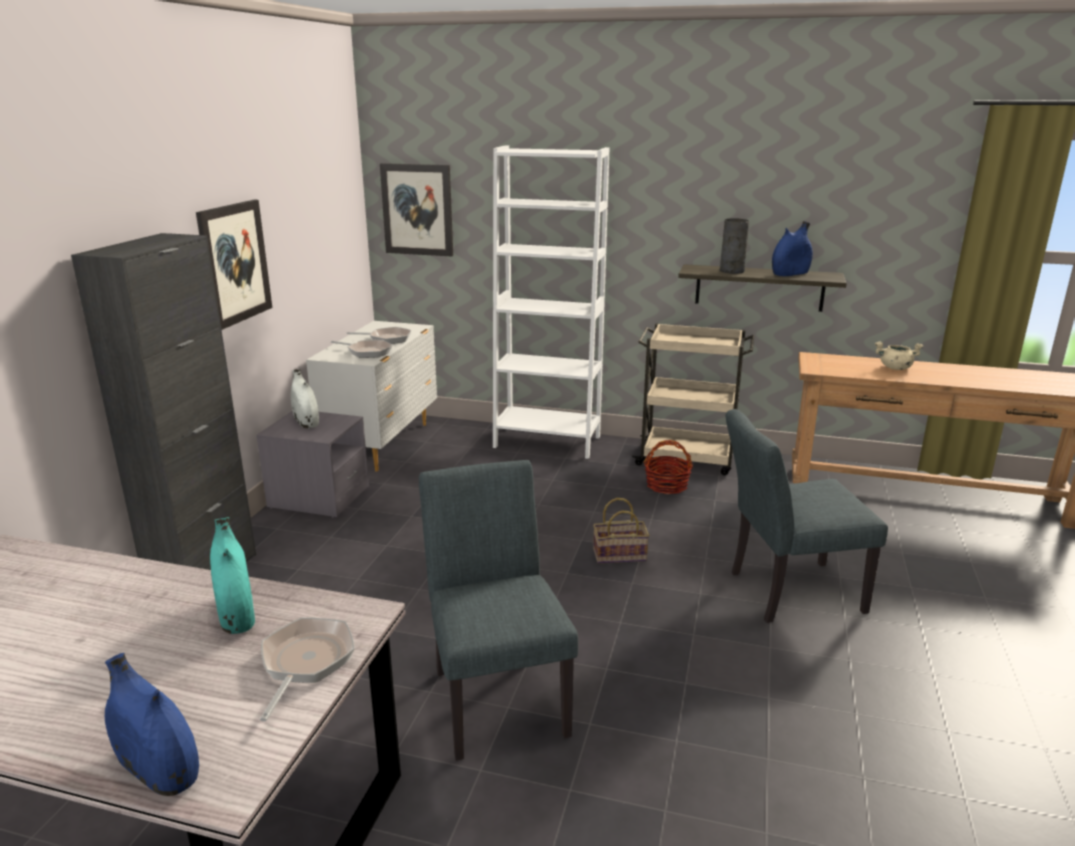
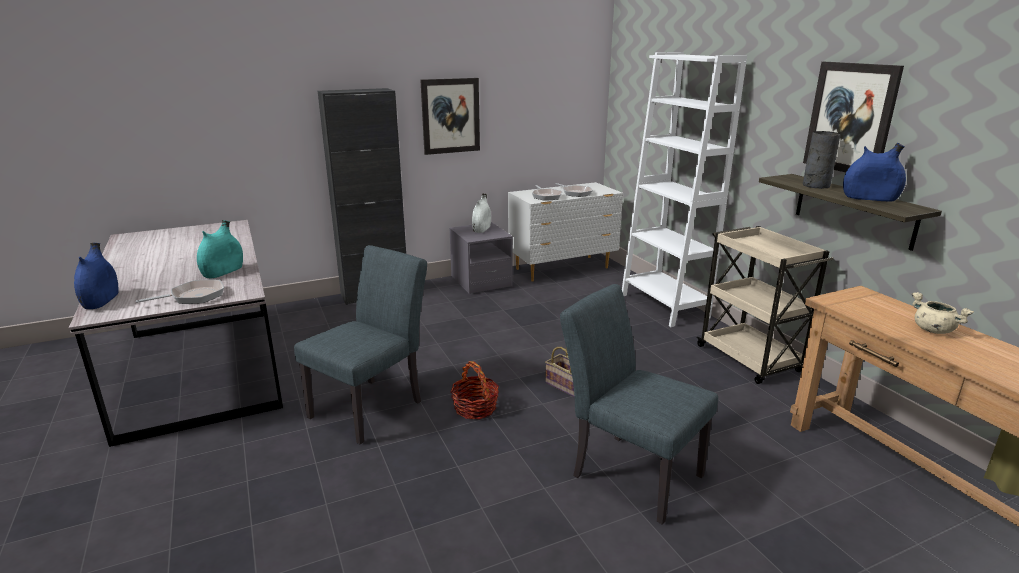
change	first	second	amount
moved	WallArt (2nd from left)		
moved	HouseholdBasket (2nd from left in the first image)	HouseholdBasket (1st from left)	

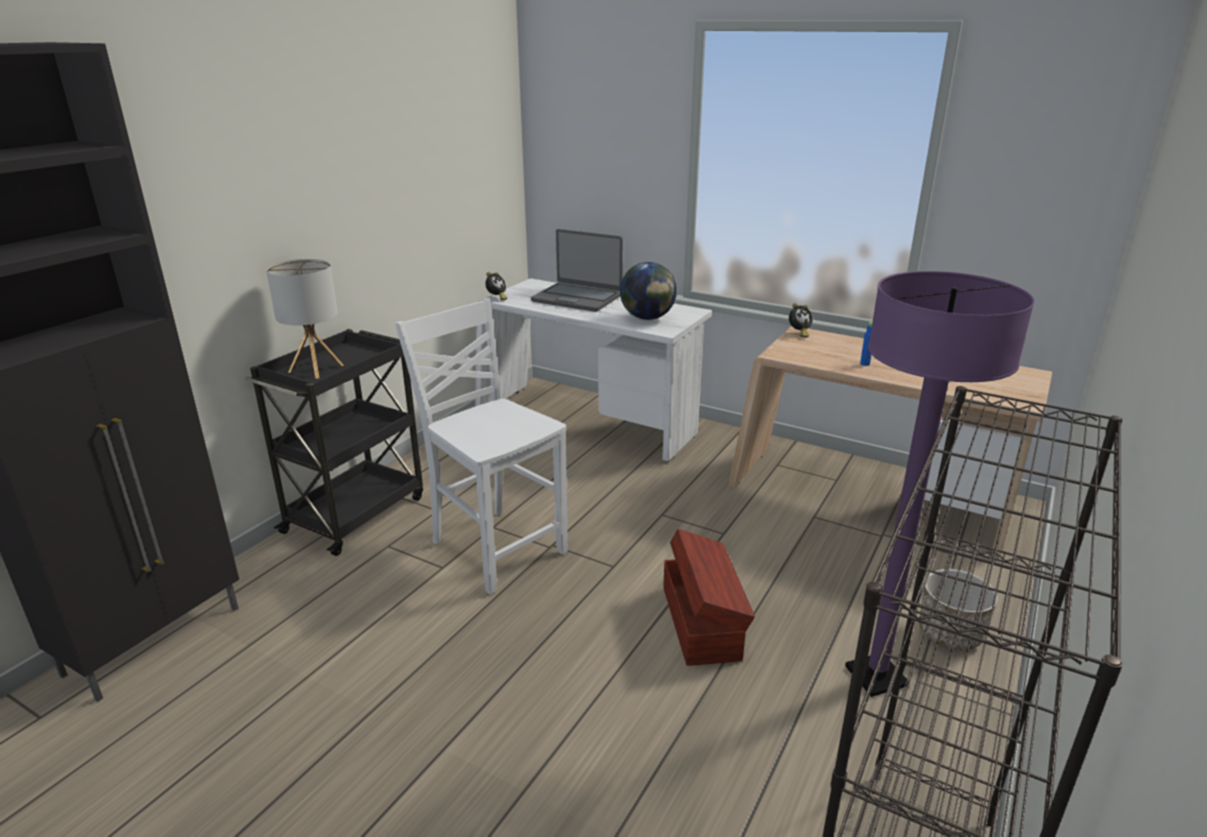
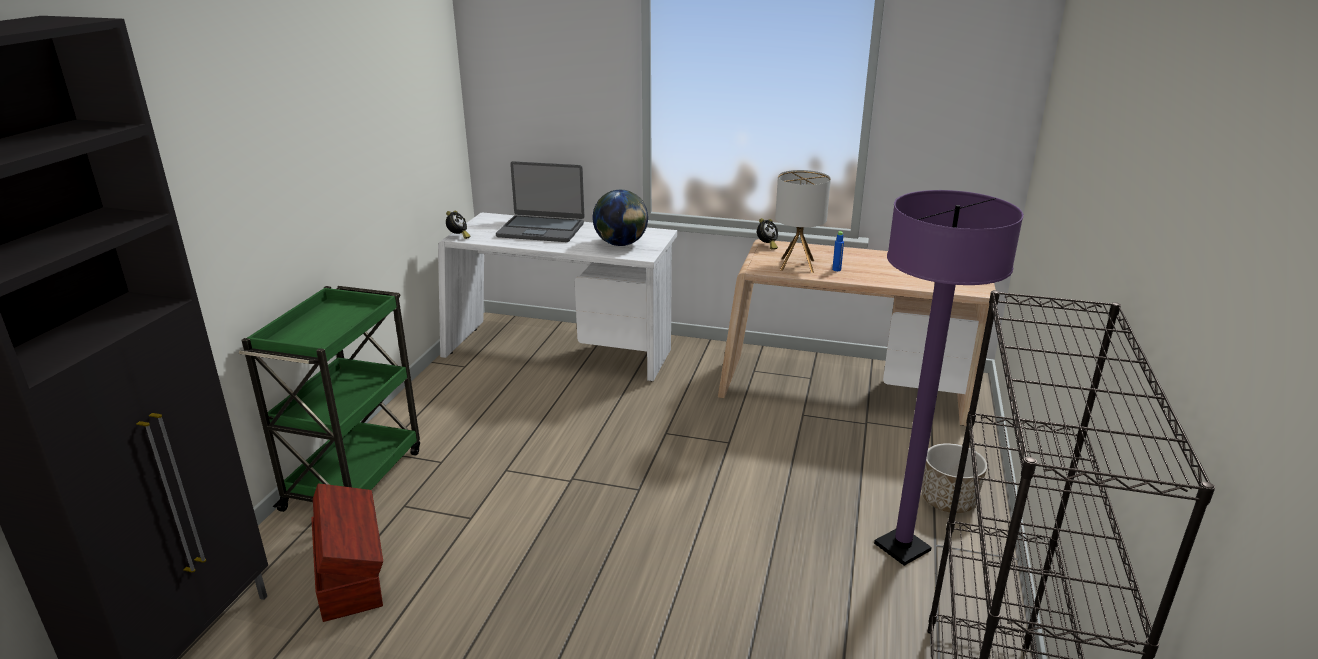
change	first	second	amount
moved	TabletopLamp		
removed	WhitishChair		
recoloured	BlackColouredWheeledCart	GreenWheeledCart	
moved	BrownStorageBin		

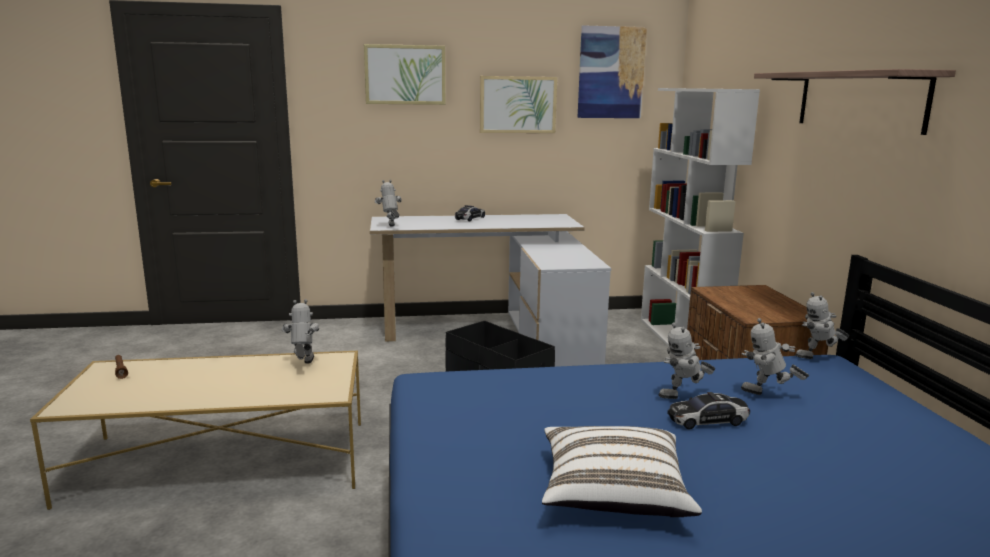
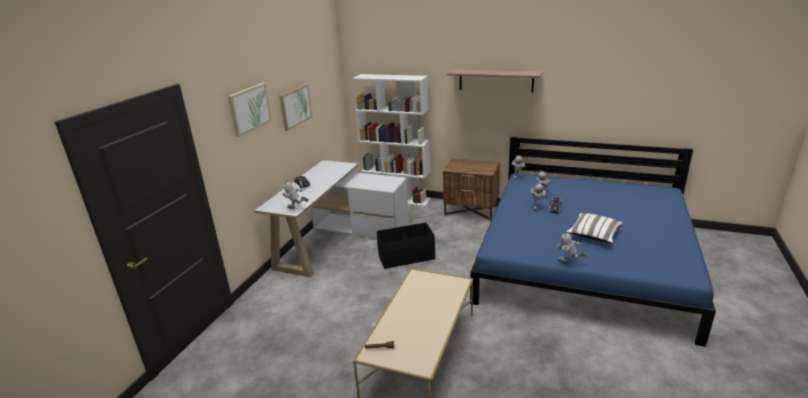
change	first	second	amount
removed	WallArt (3rd from left)		
moved	ToyRobot (1st from left in the first image)	ToyRobot (5th from left)	

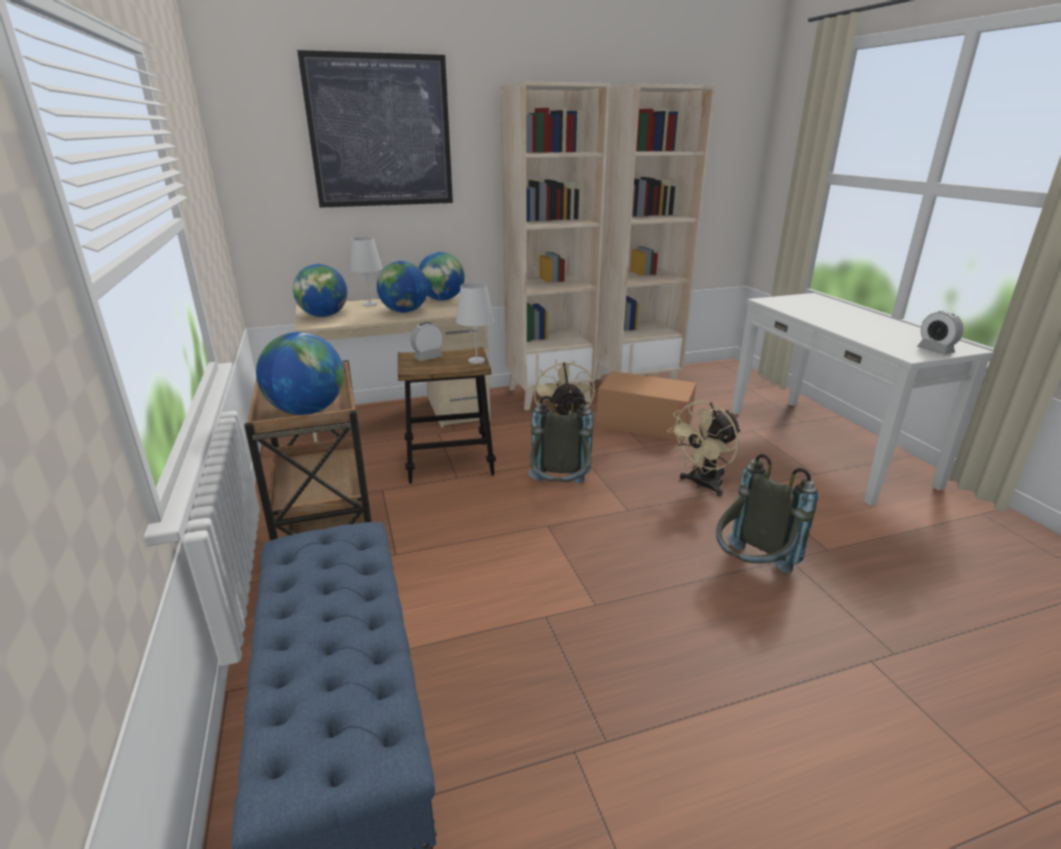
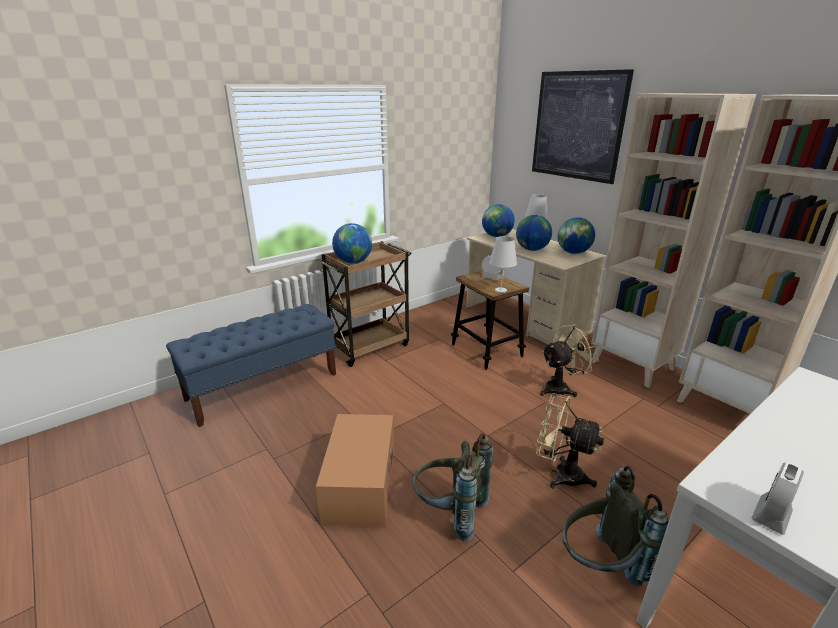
change	first	second	amount
moved	Carton		
moved	GreyishRucksack (1st from left in the first image)	GreyishRucksack (2nd from left)	

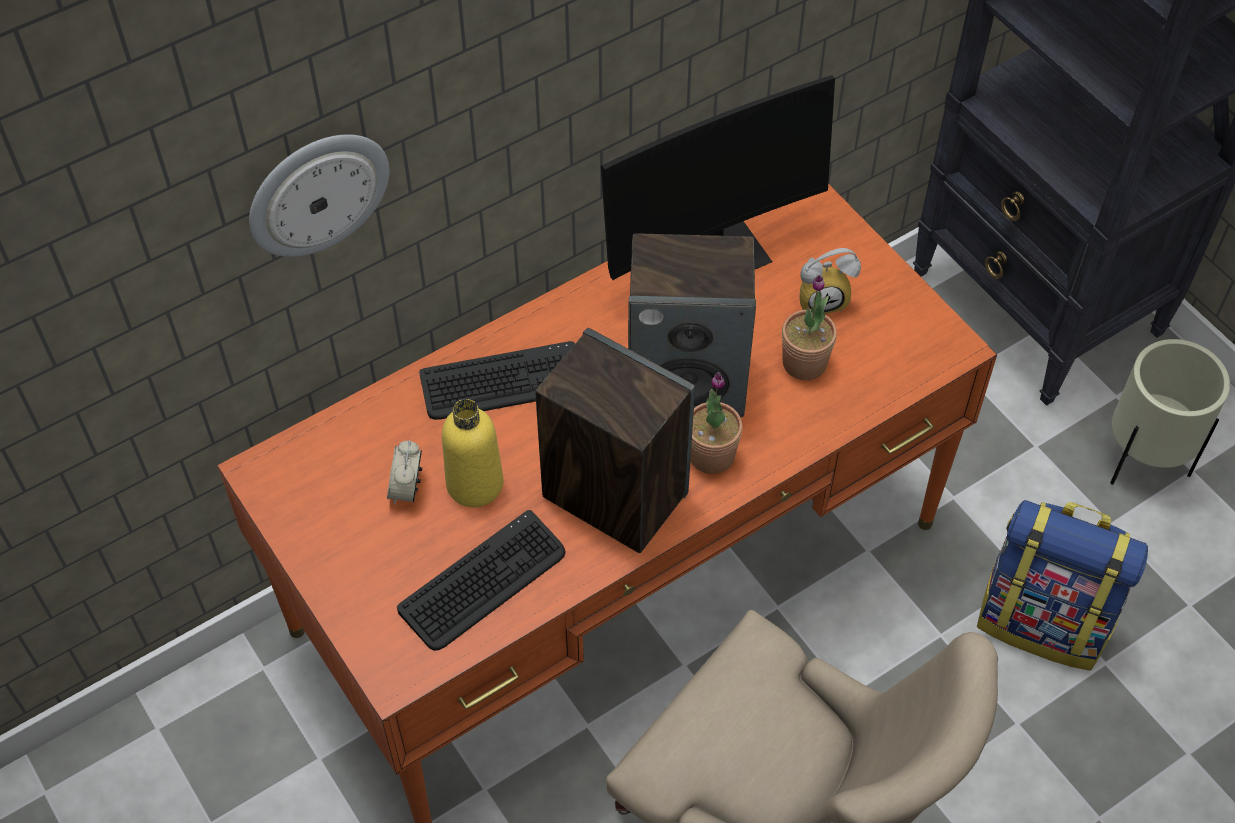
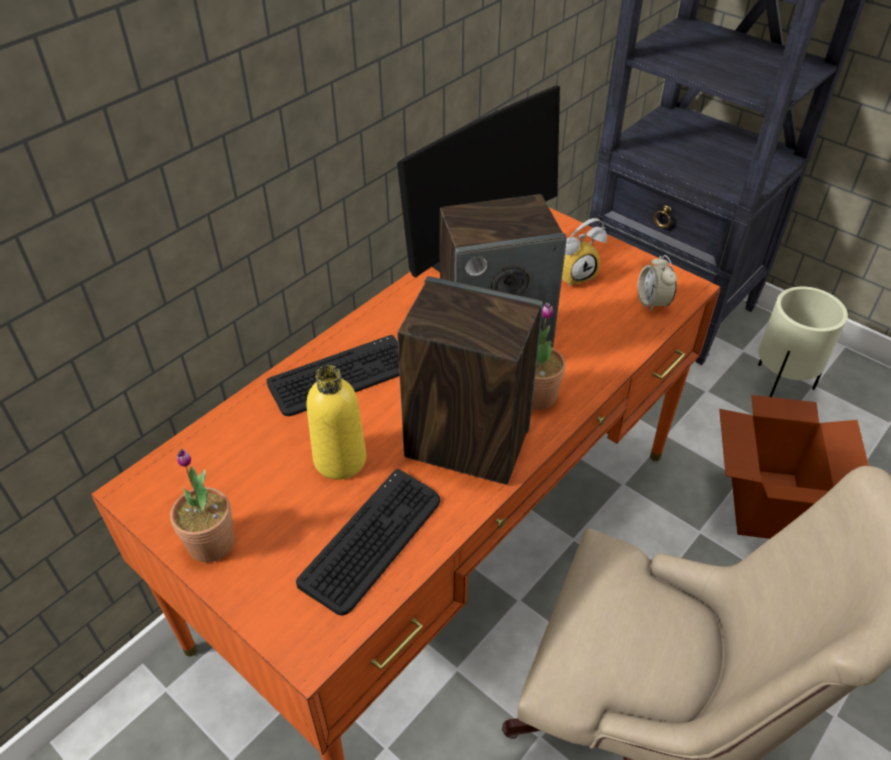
change	first	second	amount
removed	ClockOnTheWall		
moved	Houseplant (2nd from left in the first image)	Houseplant (1st from left)	
moved	TableClock (1st from left in the first image)	TableClock (2nd from left)	
replaced	Rucksack	Carton	

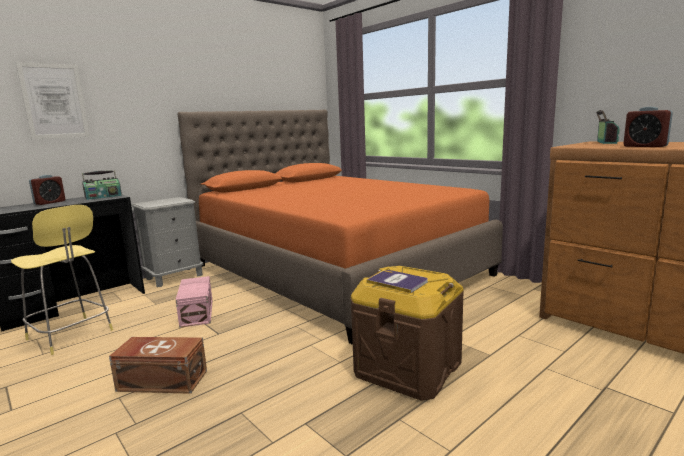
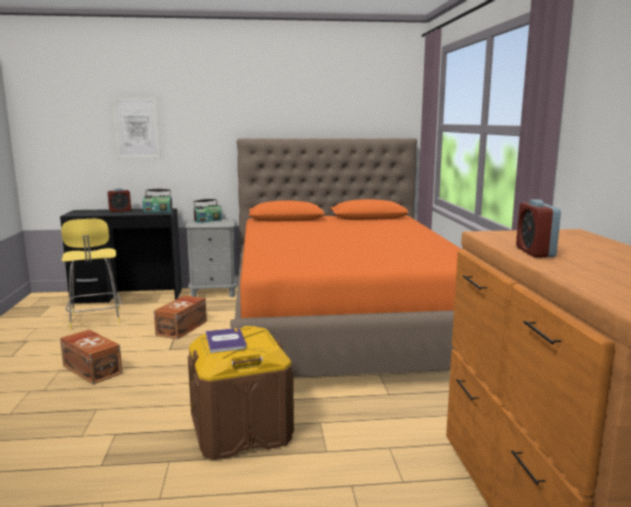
change	first	second	amount
moved	RadioReceiver (2nd from left)		
recoloured	PinkishStorageBin	BrownStorageBin (2nd from left)	

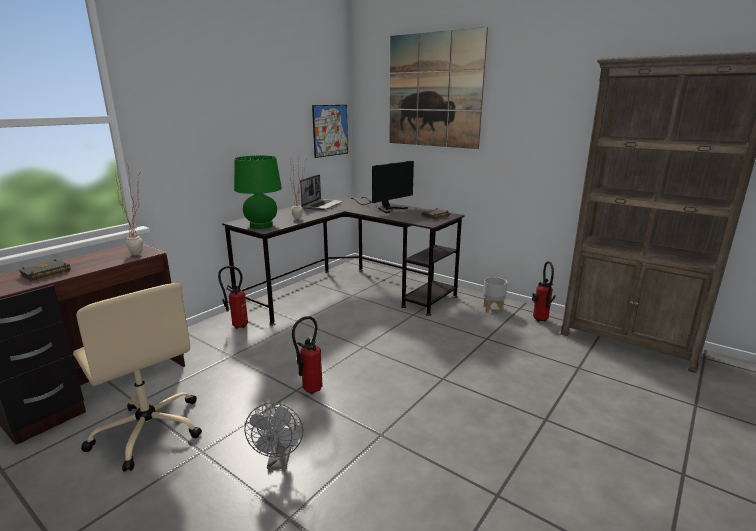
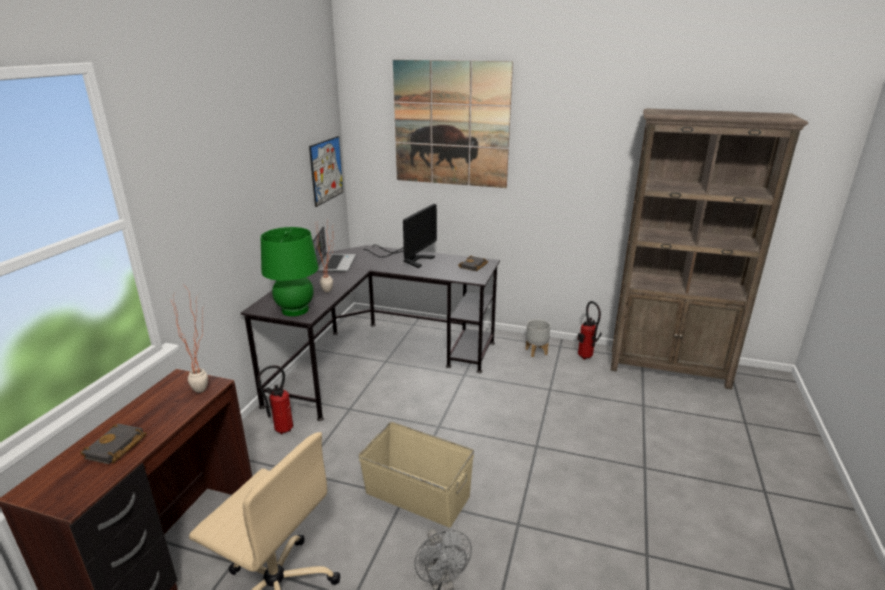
change	first	second	amount
replaced	FireExtinguisher (2nd from left)	BeigeColouredStorageBin	

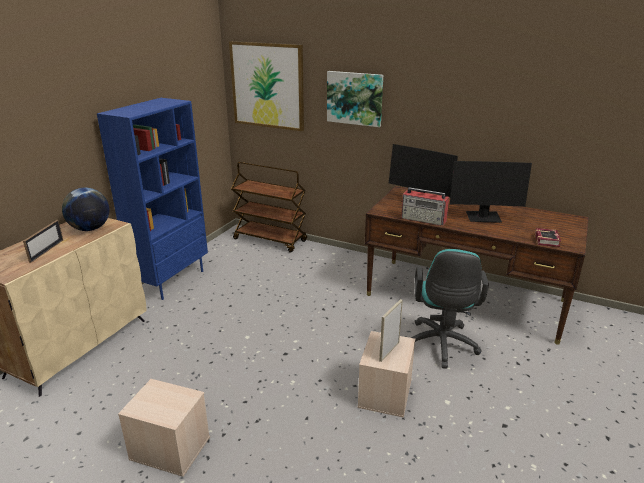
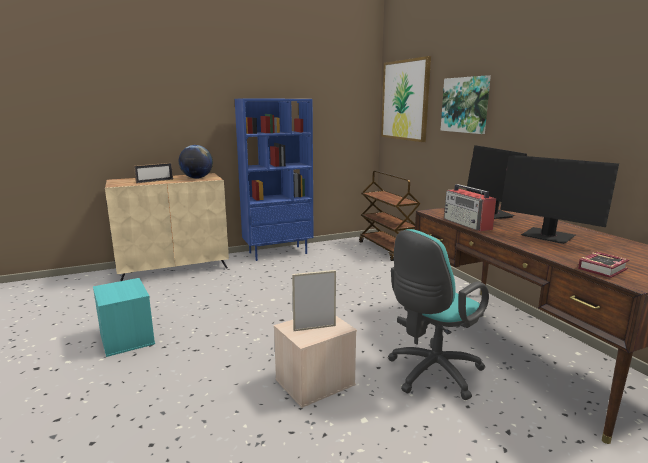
change	first	second	amount
recoloured	BeigeColouredStorageBin (1st from left)	TurquoiseColouredStorageBin	

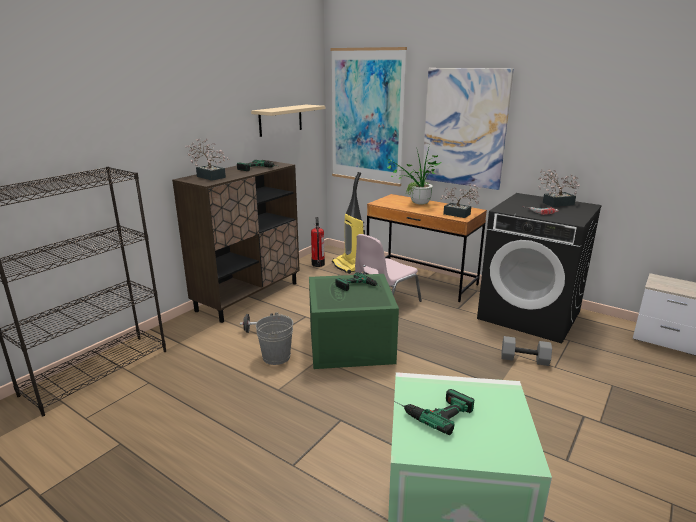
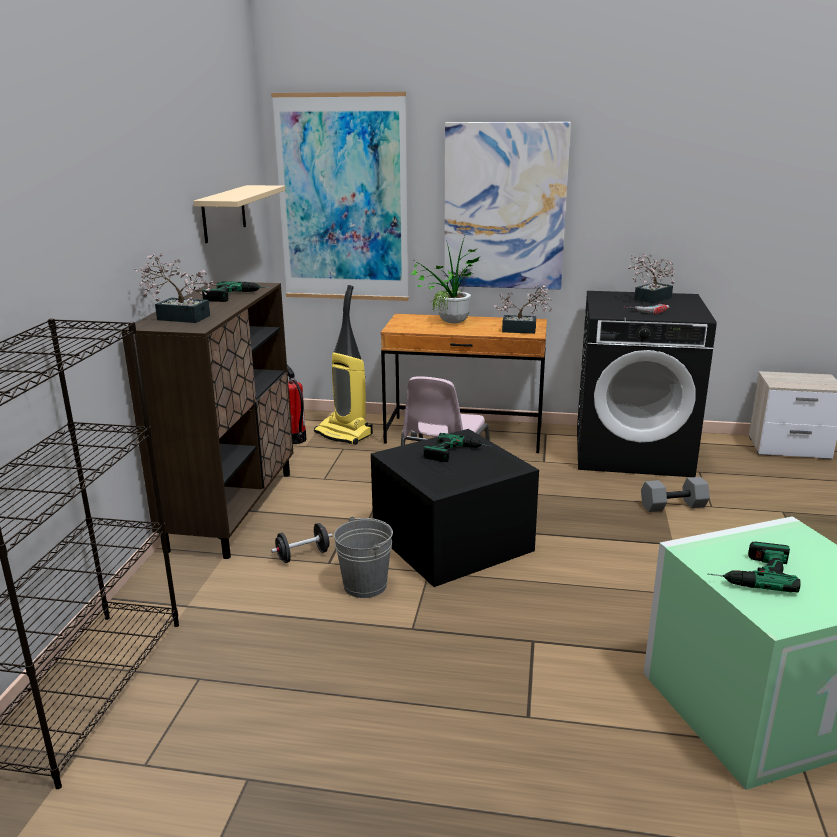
change	first	second	amount
recoloured	GreenStorageBin (1st from left)	BlackColouredStorageBin	

